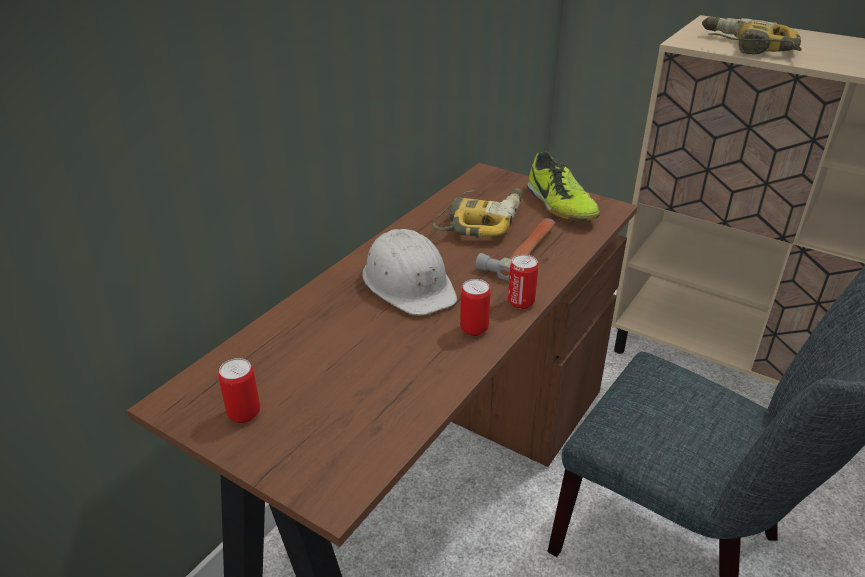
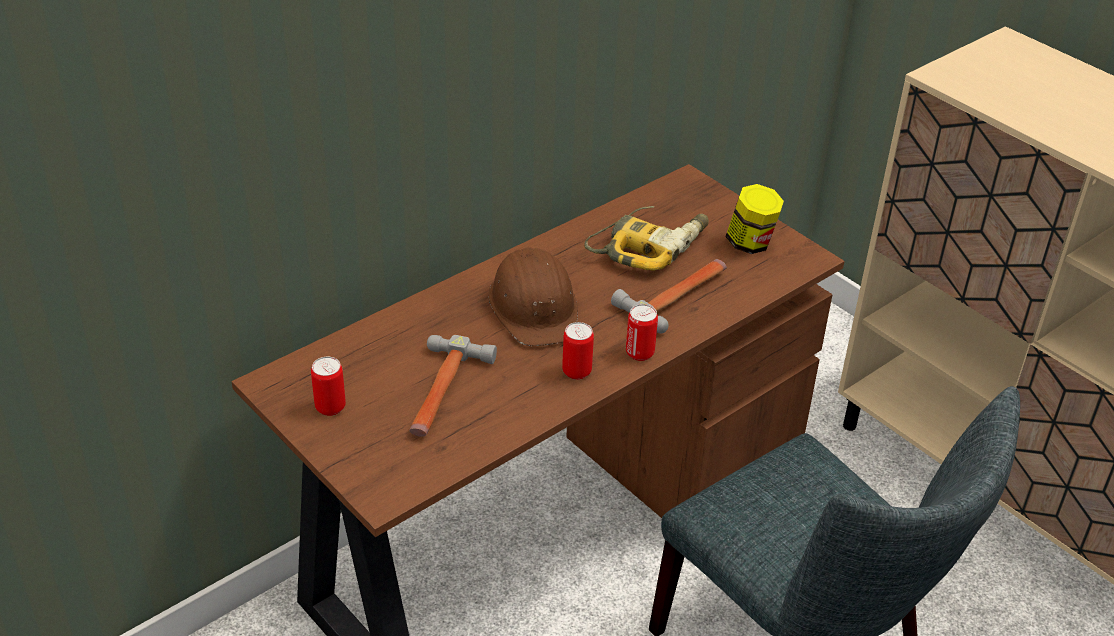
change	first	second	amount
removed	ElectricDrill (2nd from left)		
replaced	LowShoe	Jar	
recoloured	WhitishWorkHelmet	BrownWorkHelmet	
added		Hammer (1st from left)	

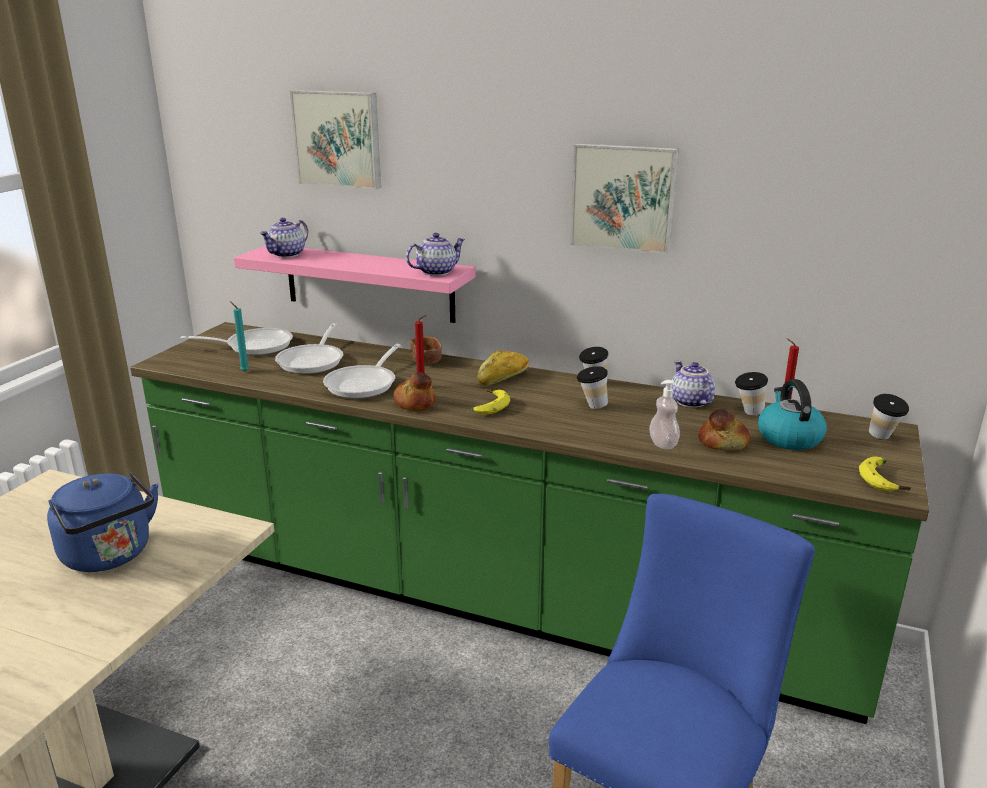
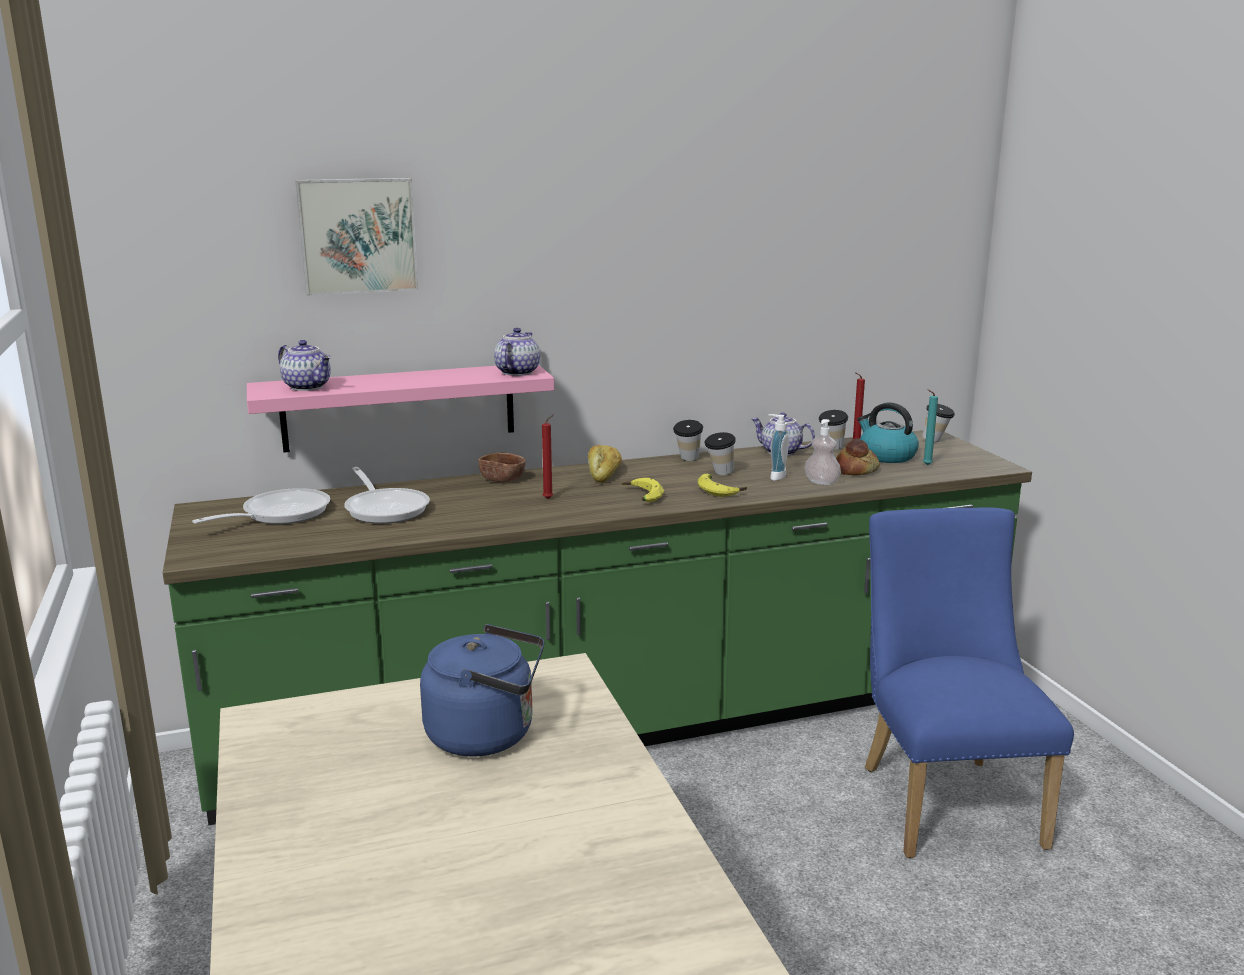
change	first	second	amount
removed	WallArt (2nd from left)		
turned	PotForTea (1st from left)		45 degrees counterclockwise
moved	TurquoiseColouredCandle		
removed	Pan (3rd from left)		
removed	BakeryBread (1st from left)		
moved	WholeBanana (2nd from left)		
added		LiquidSoapBottle (1st from left)	

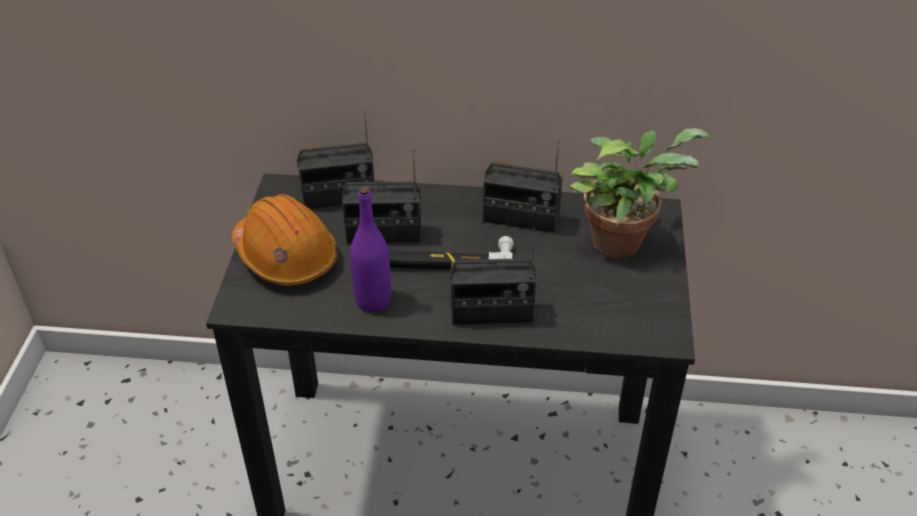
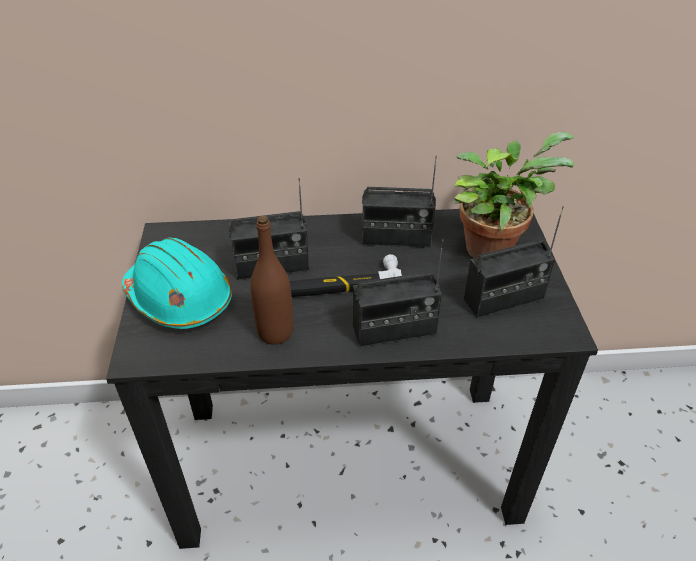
change	first	second	amount
moved	RadioReceiver (1st from left in the first image)	RadioReceiver (4th from left)	
recoloured	PurplishBottle	BrownBottle	
recoloured	OrangeyWorkHelmet	TurquoiseColouredWorkHelmet	

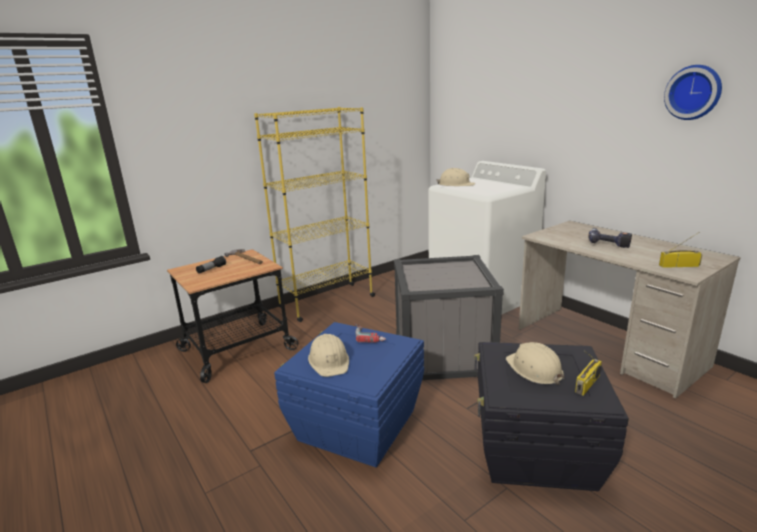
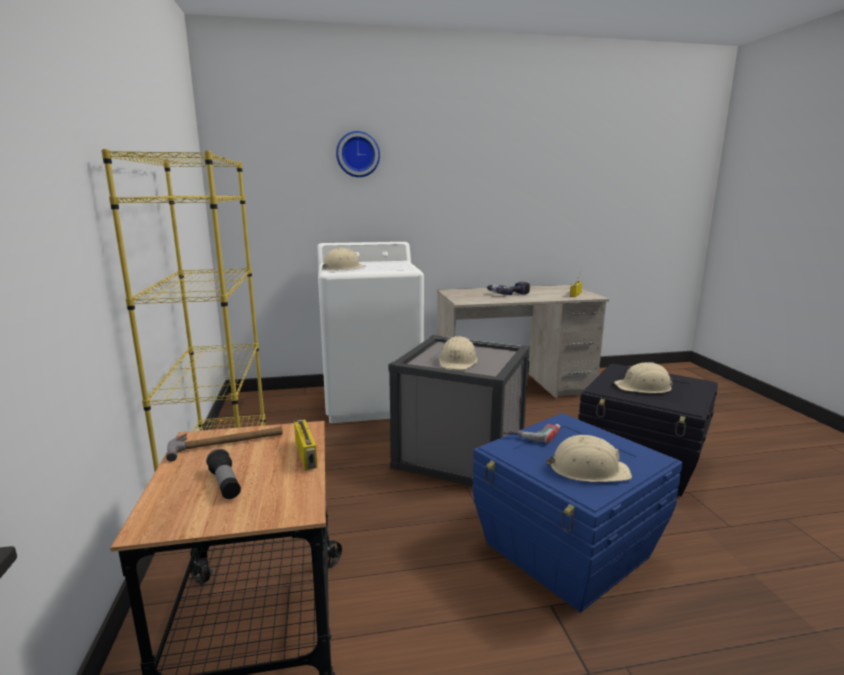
change	first	second	amount
moved	ClockOnTheWall		
moved	RadioReceiver (1st from left)		
added		BeigeColouredWorkHelmet (2nd from left)	

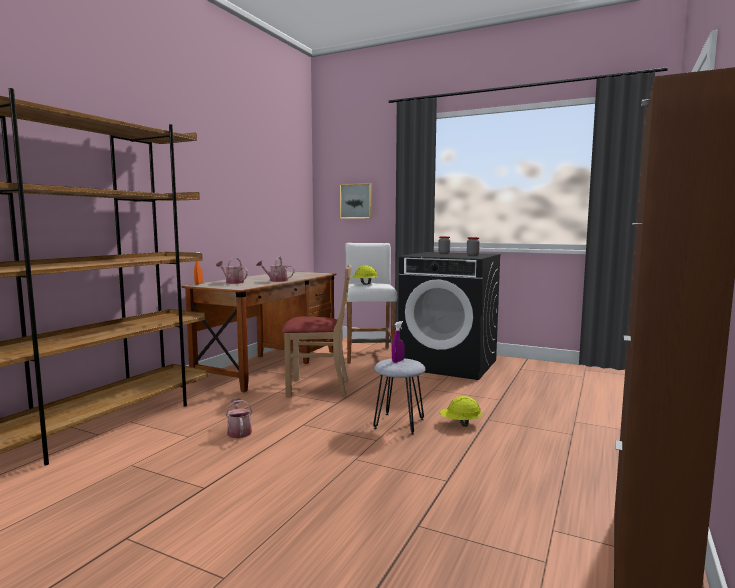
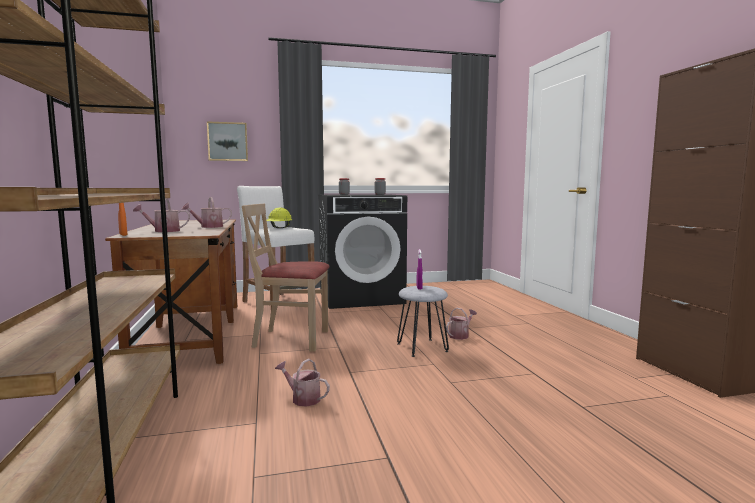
change	first	second	amount
turned	BeigeColouredChair		135 degrees counterclockwise
replaced	YellowColouredWorkHelmet (2nd from left)	SprinklingCan (4th from left)	

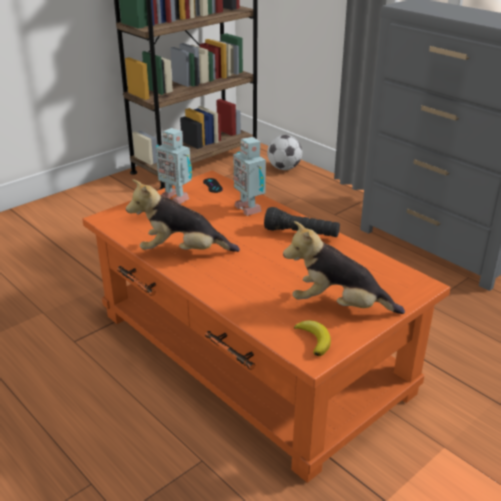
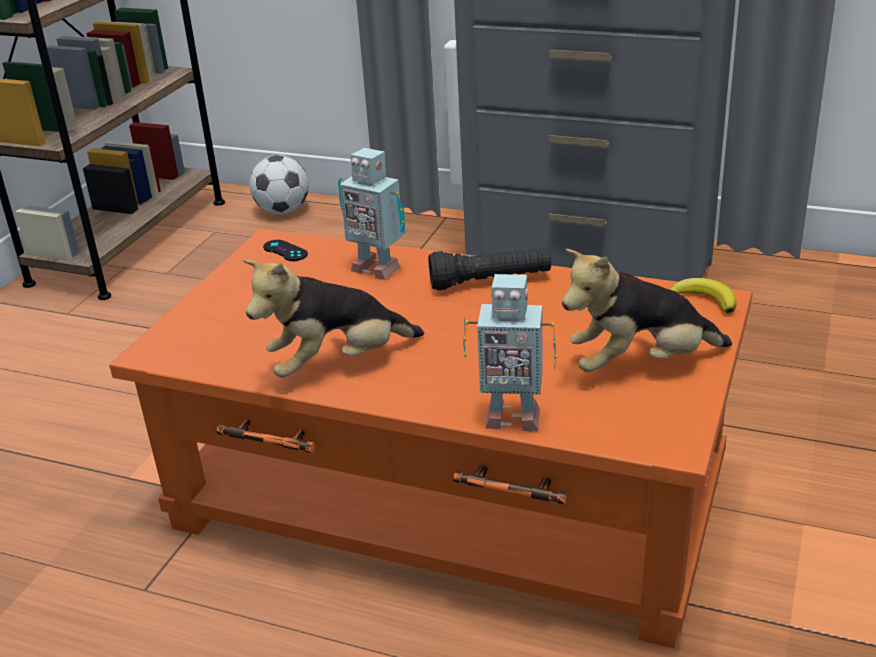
change	first	second	amount
moved	ToyRobot (1st from left in the first image)	ToyRobot (2nd from left)	
moved	WholeBanana		

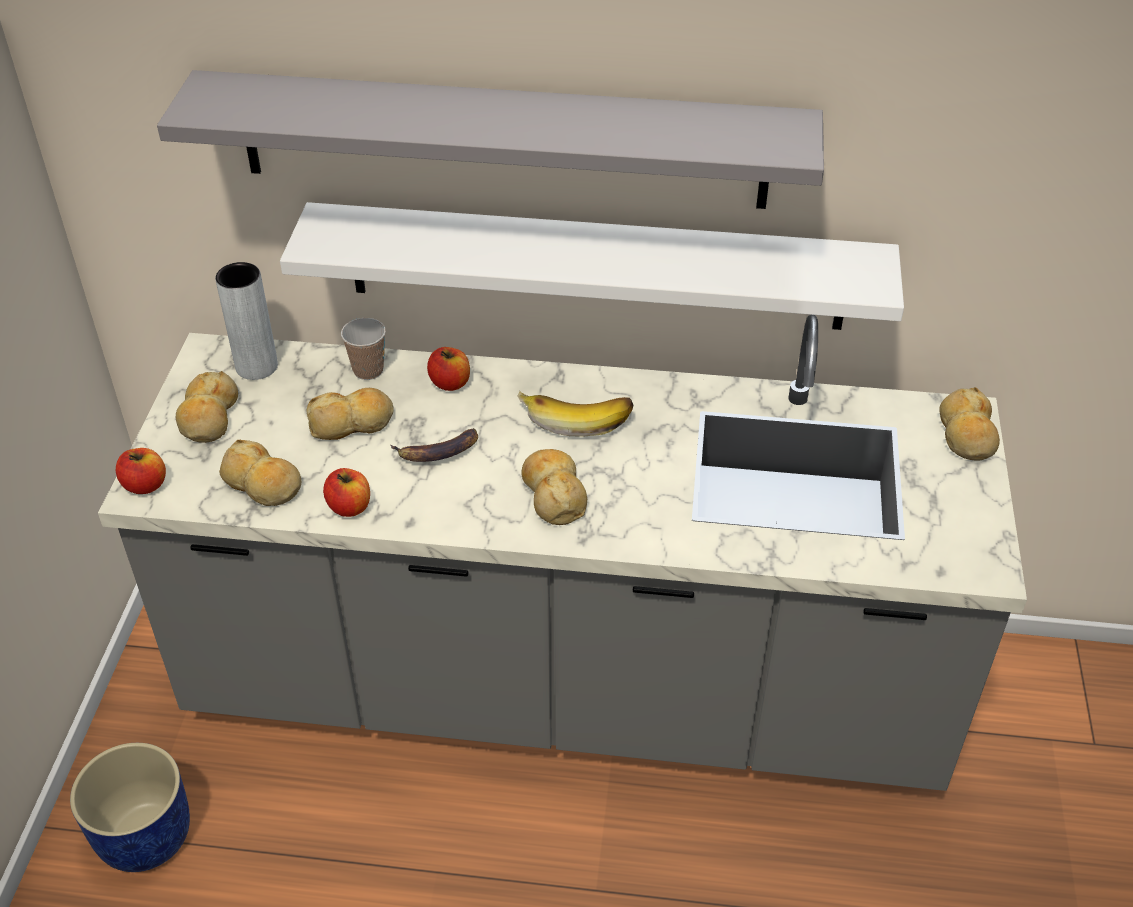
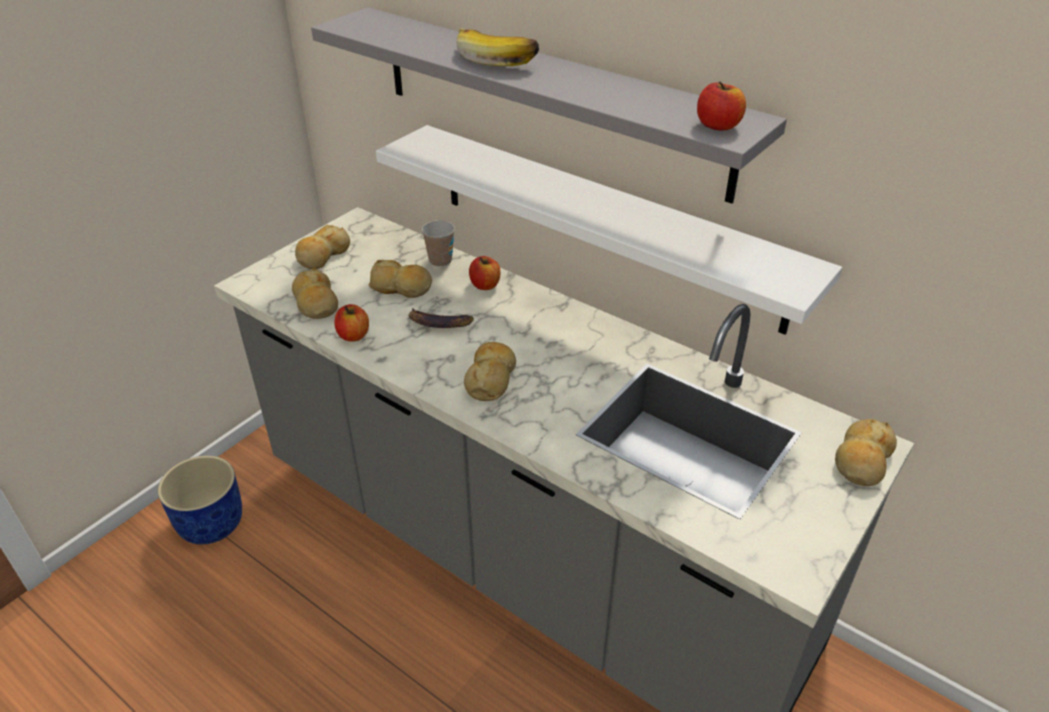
change	first	second	amount
removed	GreyishVase		
moved	WholeBanana (2nd from left)		
moved	Apple (1st from left in the first image)	Apple (3rd from left)	

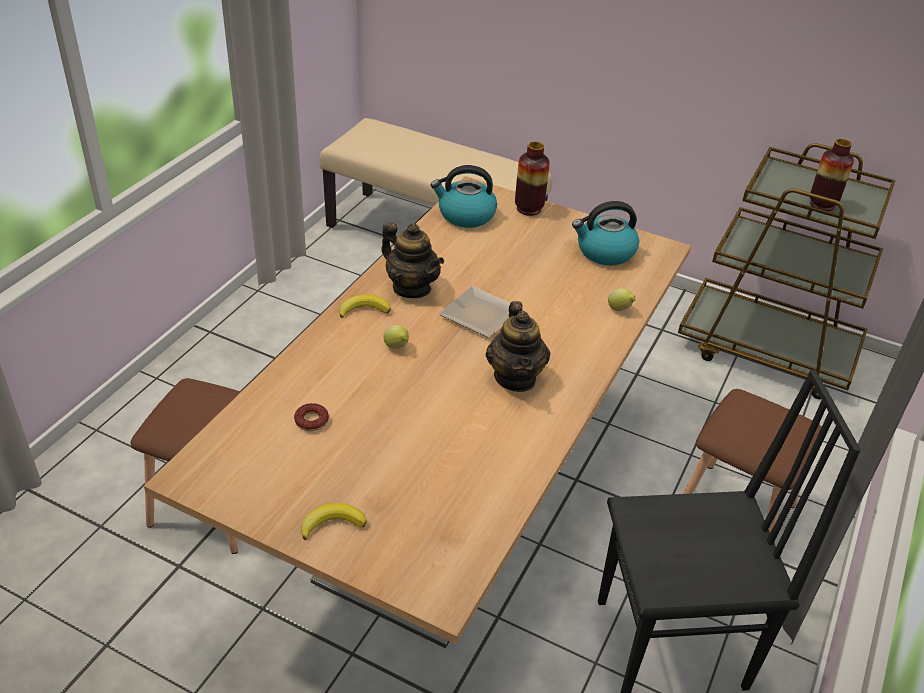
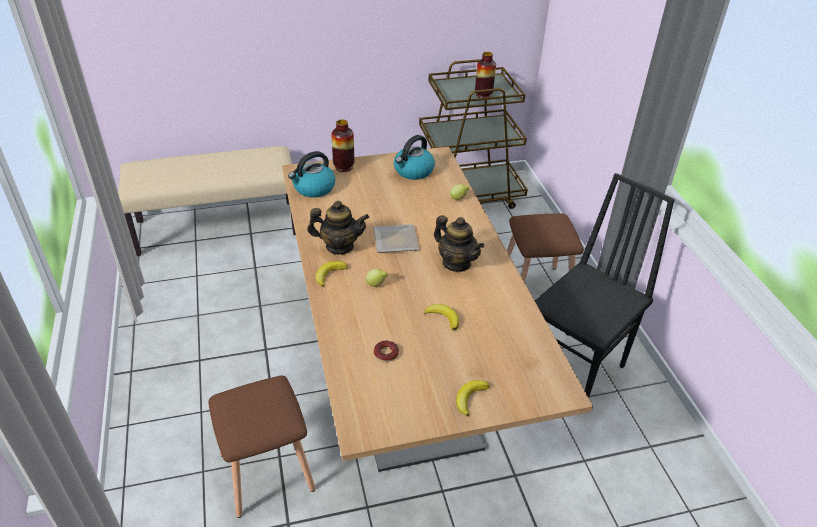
change	first	second	amount
added		WholeBanana (2nd from left)	

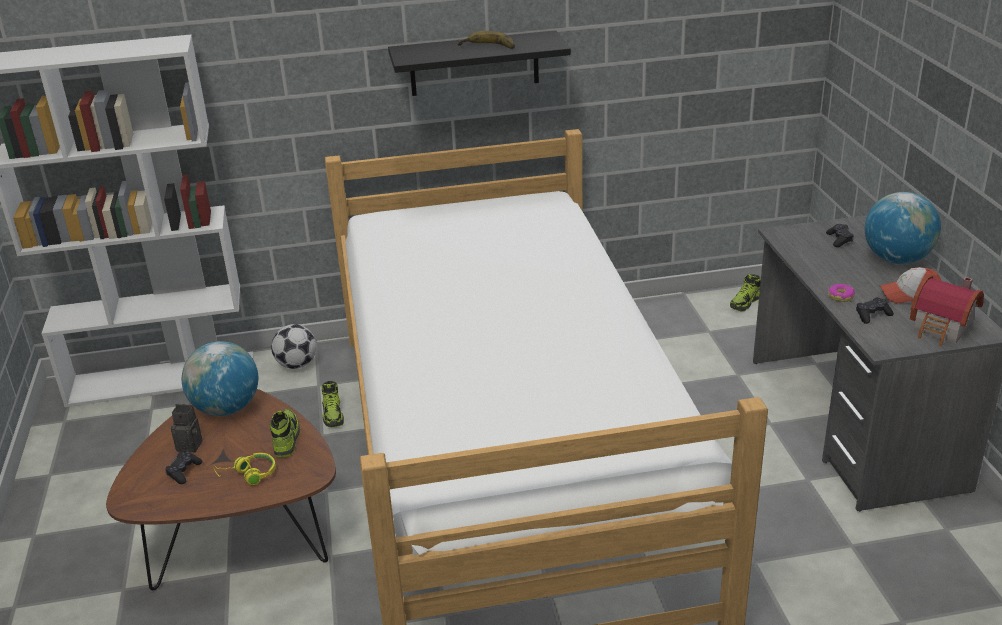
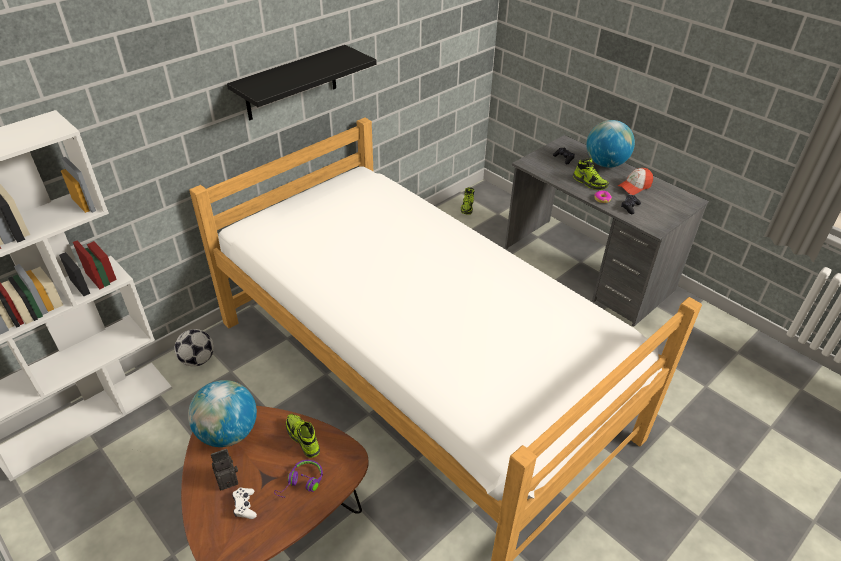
change	first	second	amount
removed	WholeBanana		
removed	ToyHouse		
moved	LowShoe (2nd from left in the first image)	LowShoe (3rd from left)	
recoloured	BlackColouredGameController (1st from left)	WhitishGameController	
recoloured	YellowColouredPairOfHeadphones	PurplishPairOfHeadphones	

